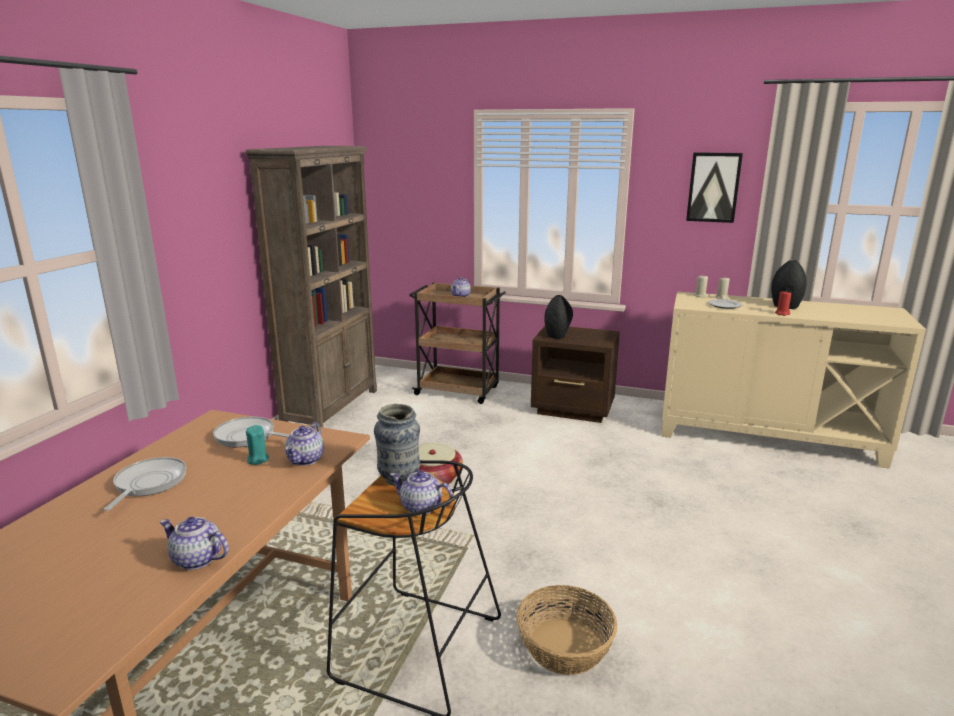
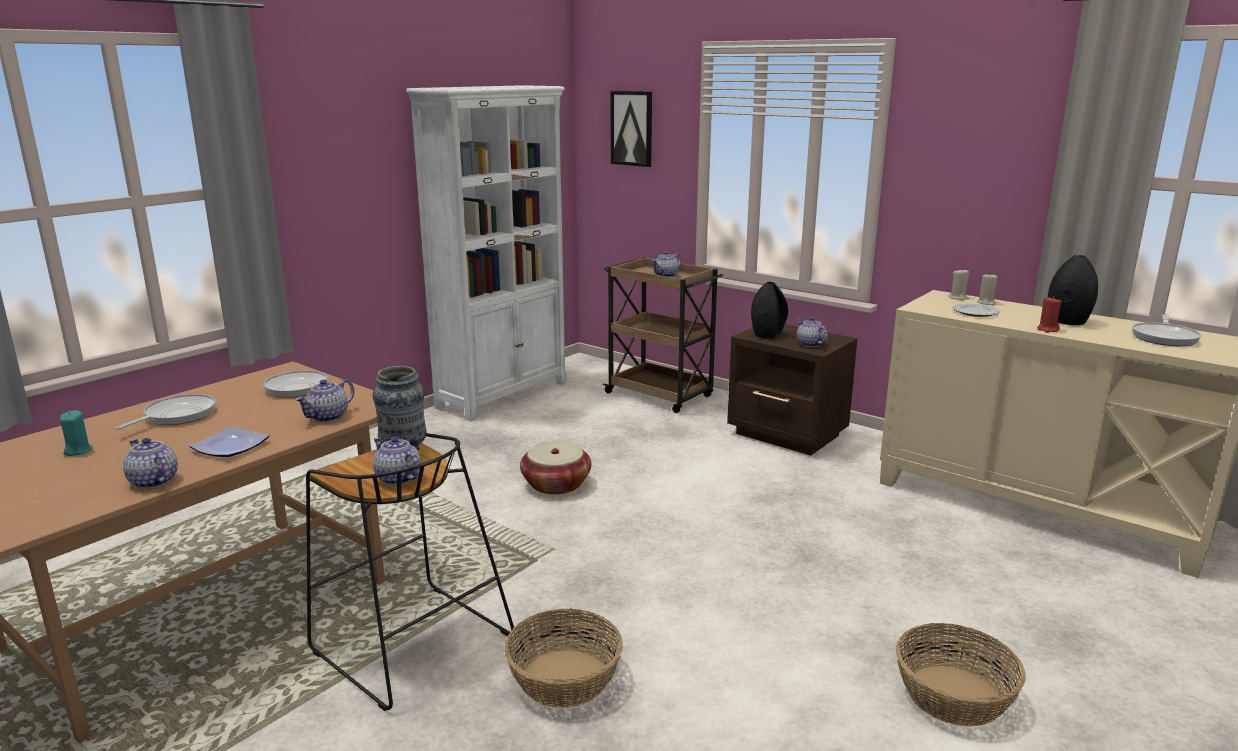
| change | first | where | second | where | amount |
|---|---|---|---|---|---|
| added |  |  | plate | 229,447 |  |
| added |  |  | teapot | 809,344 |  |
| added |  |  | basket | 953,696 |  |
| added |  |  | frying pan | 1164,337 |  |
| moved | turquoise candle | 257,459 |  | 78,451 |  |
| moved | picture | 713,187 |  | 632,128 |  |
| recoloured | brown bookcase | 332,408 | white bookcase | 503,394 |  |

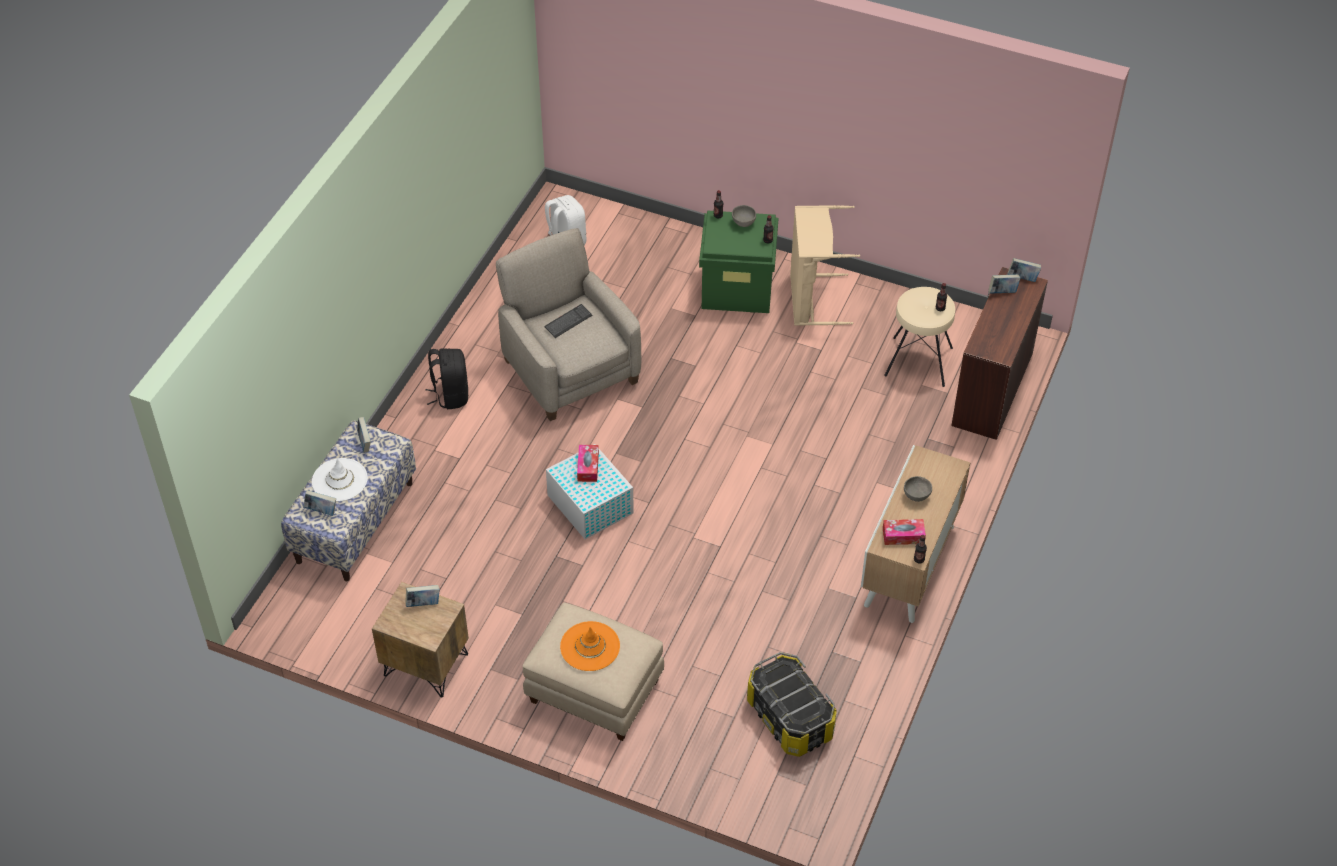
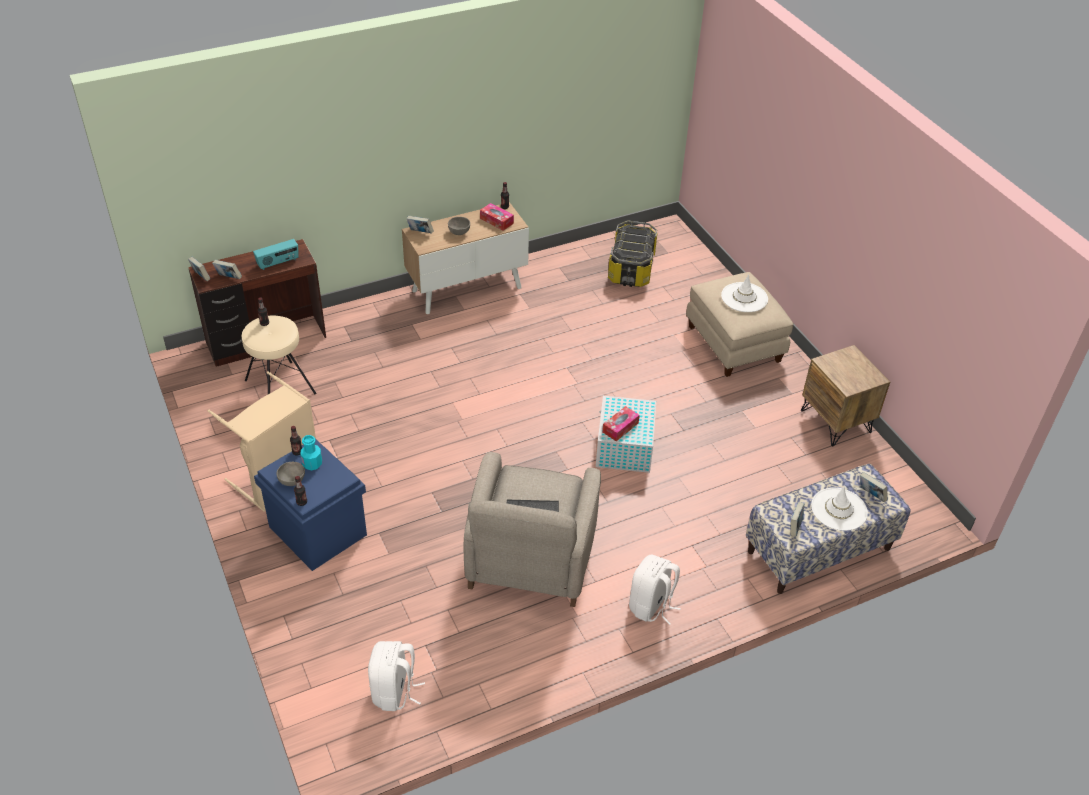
| change | first | where | second | where | amount |
|---|---|---|---|---|---|
| added |  |  | radio | 278,263 |  |
| added |  |  | turquoise bottle | 312,464 |  |
| moved | book | 423,603 |  | 420,232 |  |
| recoloured | black backpack | 450,395 | white backpack | 651,606 |  |
| recoloured | orange hat | 590,646 | white hat | 744,297 |  |
| recoloured | green storage box | 738,289 | blue storage box | 317,531 |  |

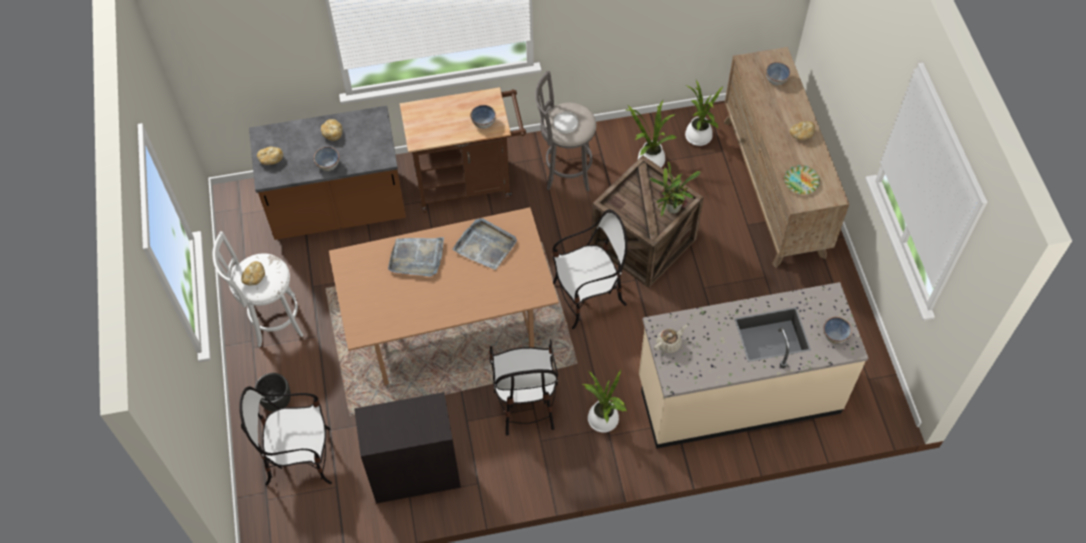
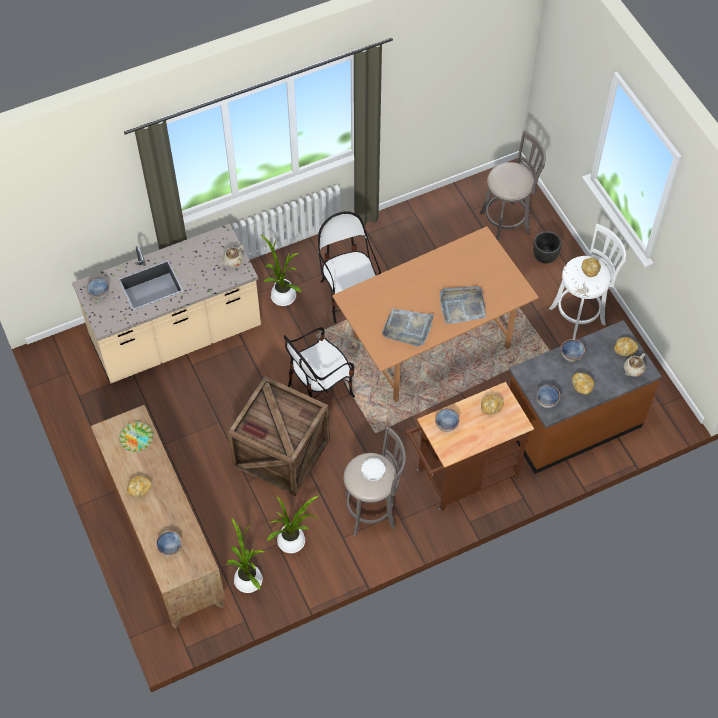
| change | first | where | second | where | amount |
|---|---|---|---|---|---|
| removed | black cabinet | 414,473 |  |  |  |
| removed | potted plant | 671,209 |  |  |  |
| added |  |  | bread | 491,407 |  |
| added |  |  | bowl | 546,401 |  |
| added |  |  | beige teapot | 633,369 |  |
| replaced | chair | 300,458 | grey stool | 507,222 |  |

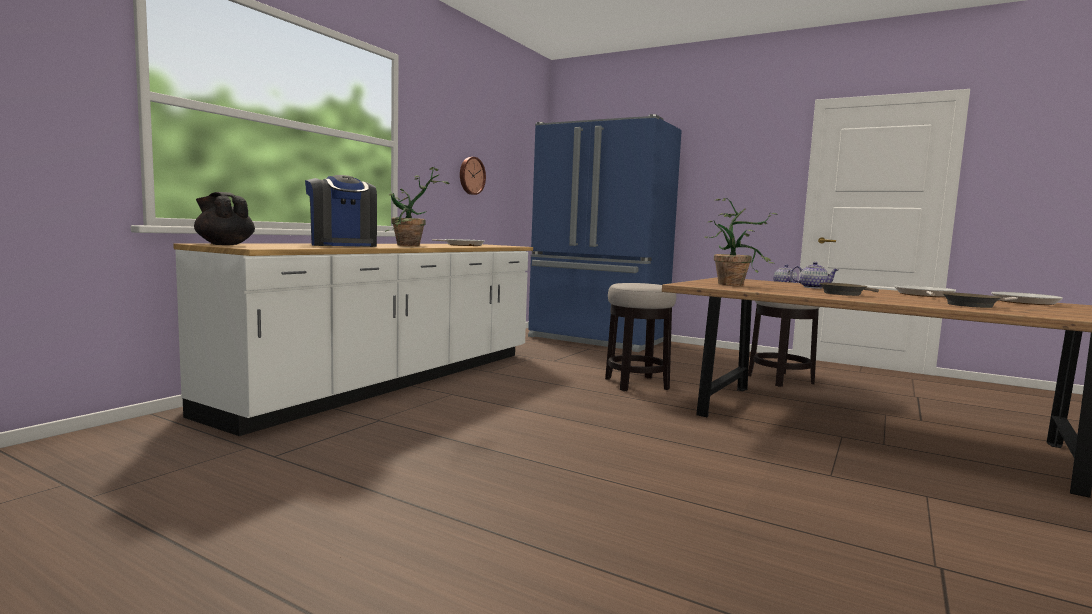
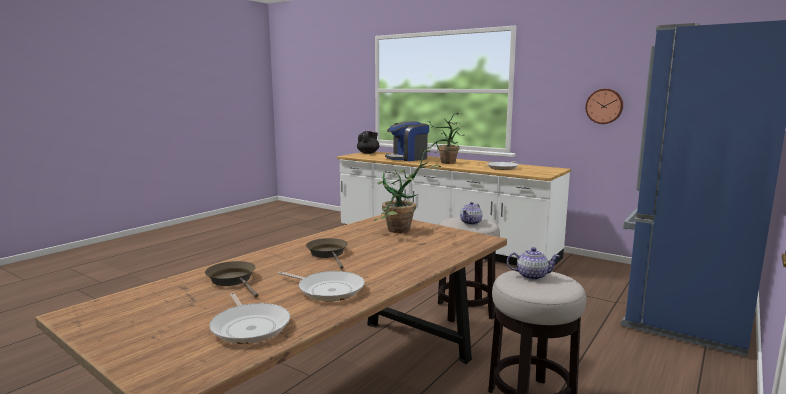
| change | first | where | second | where | amount |
|---|---|---|---|---|---|
| moved | teapot | 812,287 |  | 471,222 |  |

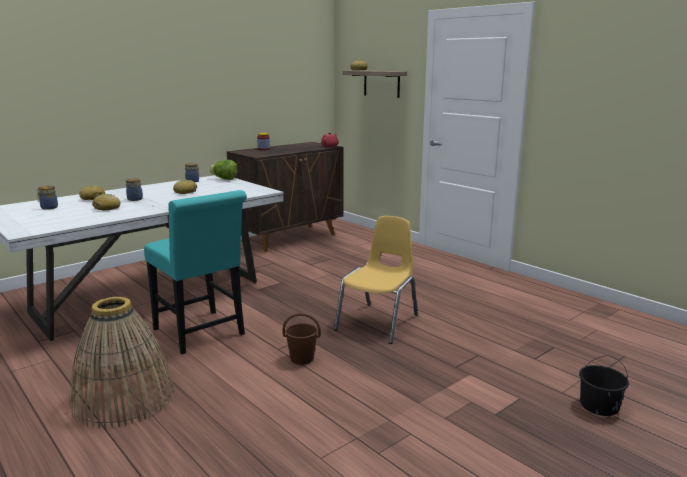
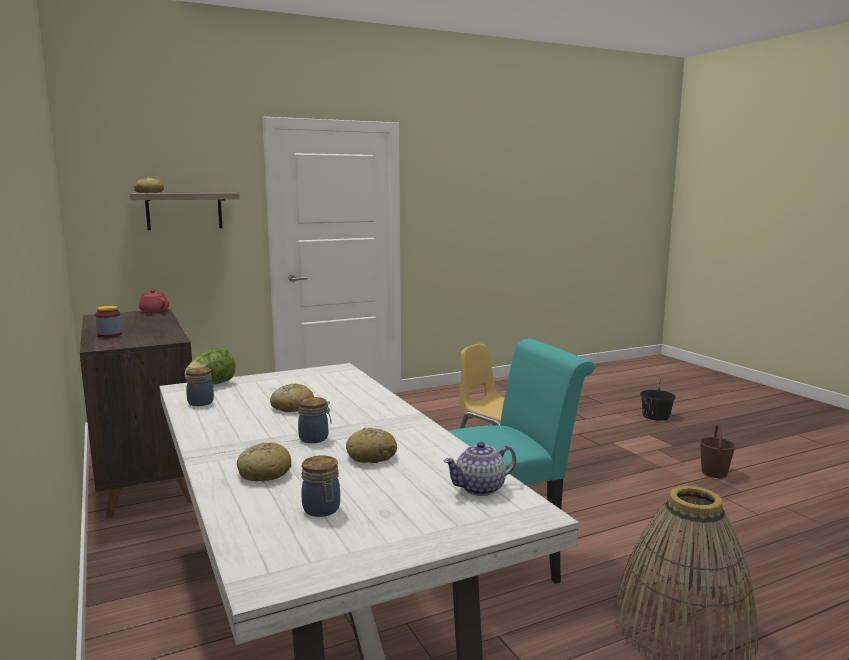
| change | first | where | second | where | amount |
|---|---|---|---|---|---|
| added |  |  | teapot | 481,488 |  |
| moved | brown bucket | 302,358 |  | 714,473 |  |

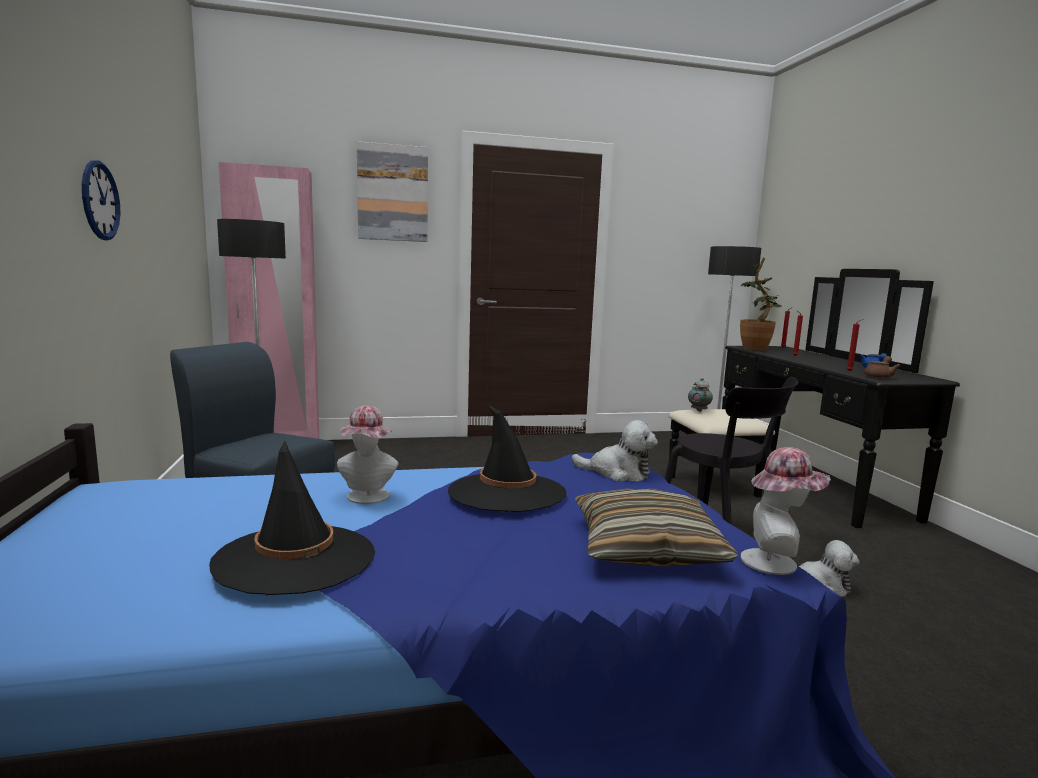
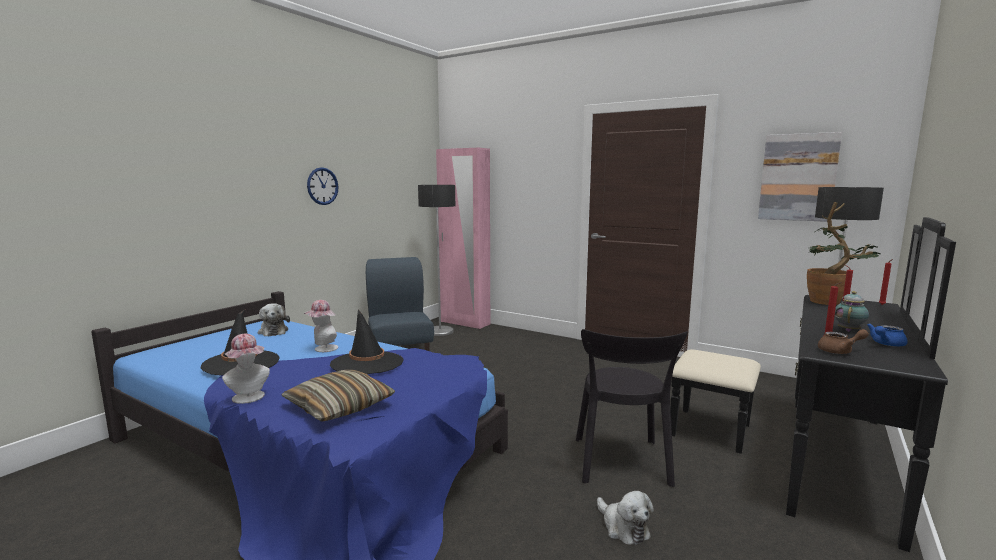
| change | first | where | second | where | amount |
|---|---|---|---|---|---|
| moved | picture | 392,193 |  | 798,177 |  |
| moved | plush toy | 617,473 |  | 273,331 |  |
| moved | teapot | 698,410 |  | 849,330 |  |
| moved | hat | 776,562 |  | 249,398 |  |

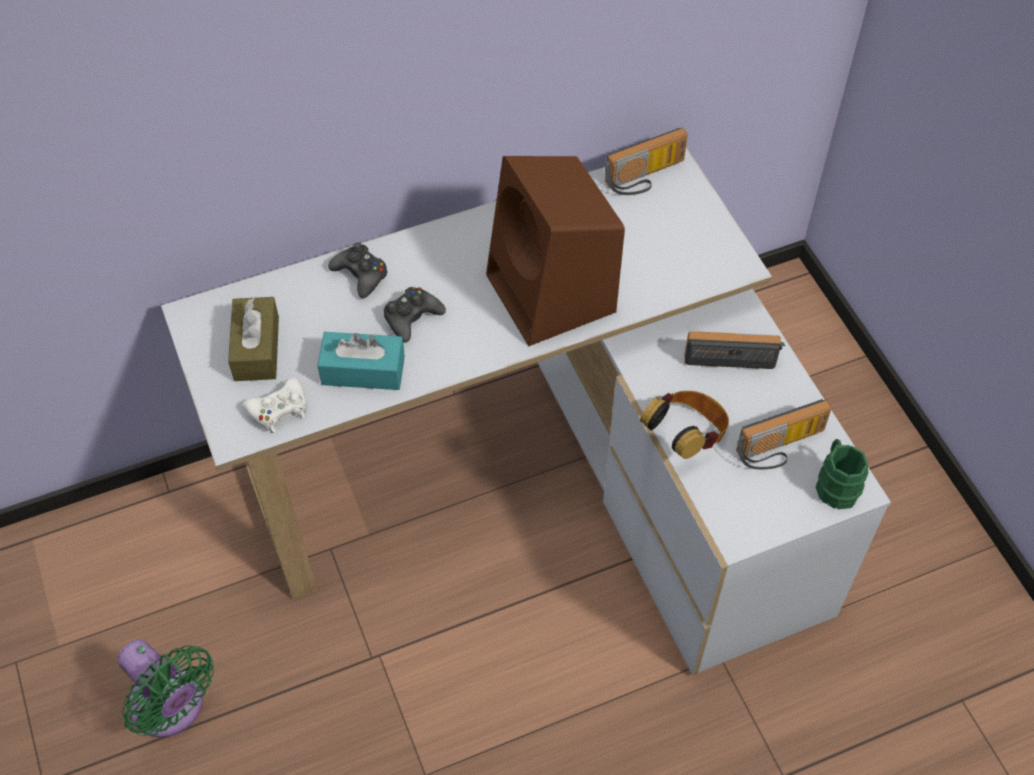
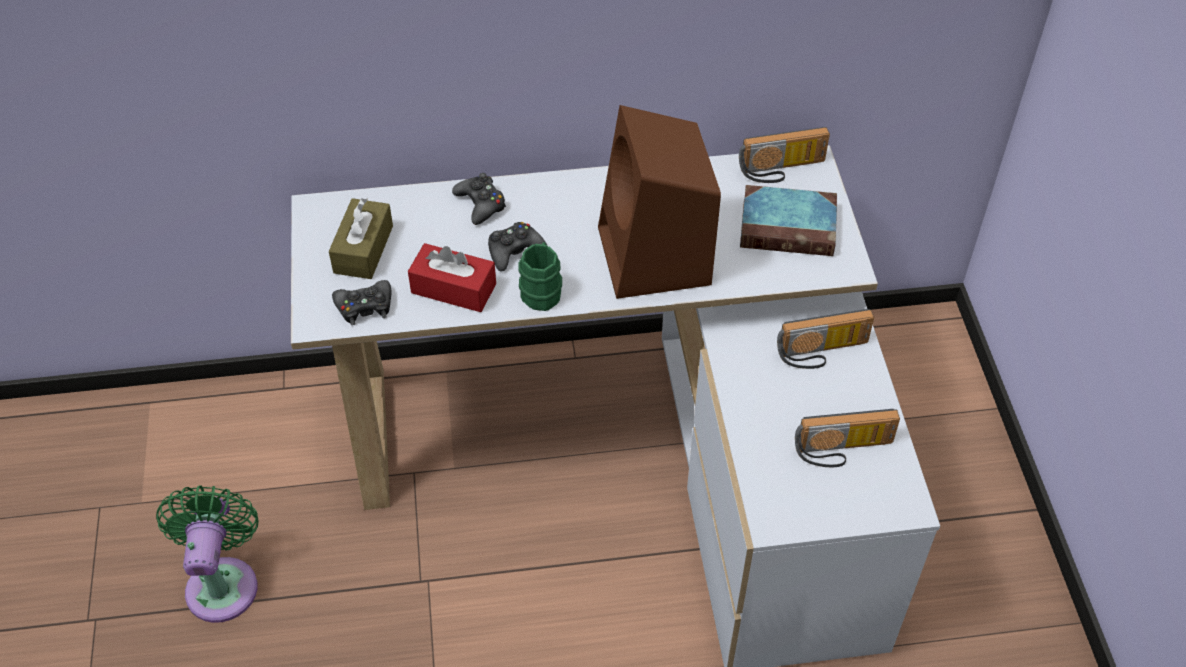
| change | first | where | second | where | amount |
|---|---|---|---|---|---|
| removed | headphones | 686,436 |  |  |  |
| added |  |  | book | 790,227 |  |
| moved | green mug | 835,484 |  | 542,289 |  |
| recoloured | white game controller | 279,410 | black game controller | 365,307 |  |
| recoloured | turquoise tissue box | 363,370 | red tissue box | 453,288 |  |
| turned | green fan | 172,708 |  | 223,582 | 150 degrees counterclockwise |
| turned | radio | 732,354 |  | 822,353 | 150 degrees clockwise |

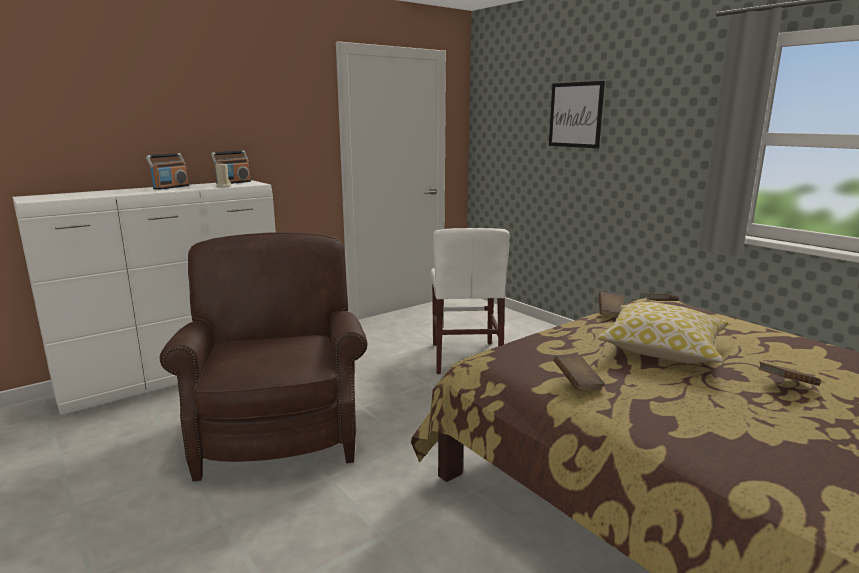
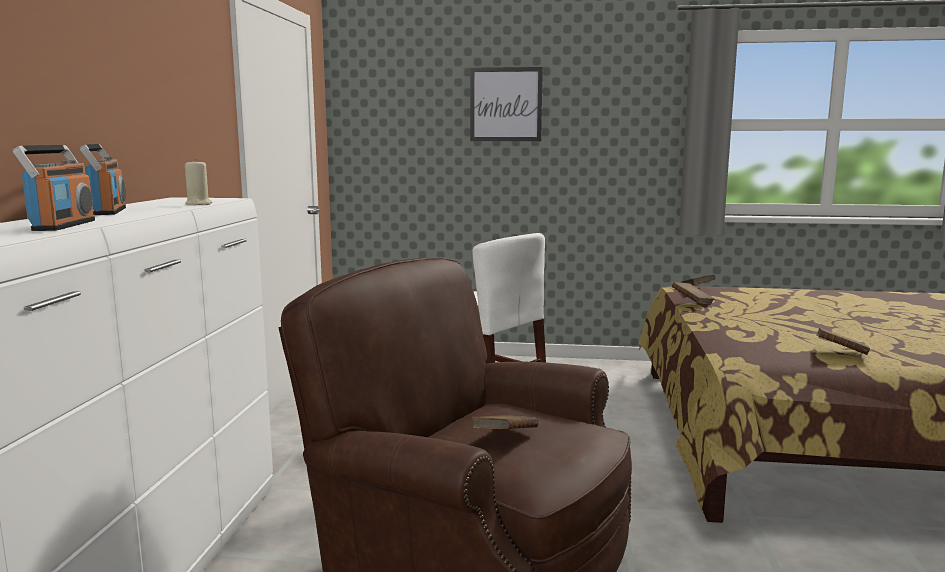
| change | first | where | second | where | amount |
|---|---|---|---|---|---|
| removed | pillow | 662,349 |  |  |  |
| moved | radio | 233,182 |  | 63,225 |  |
| moved | brown book | 786,385 |  | 504,438 |  |

